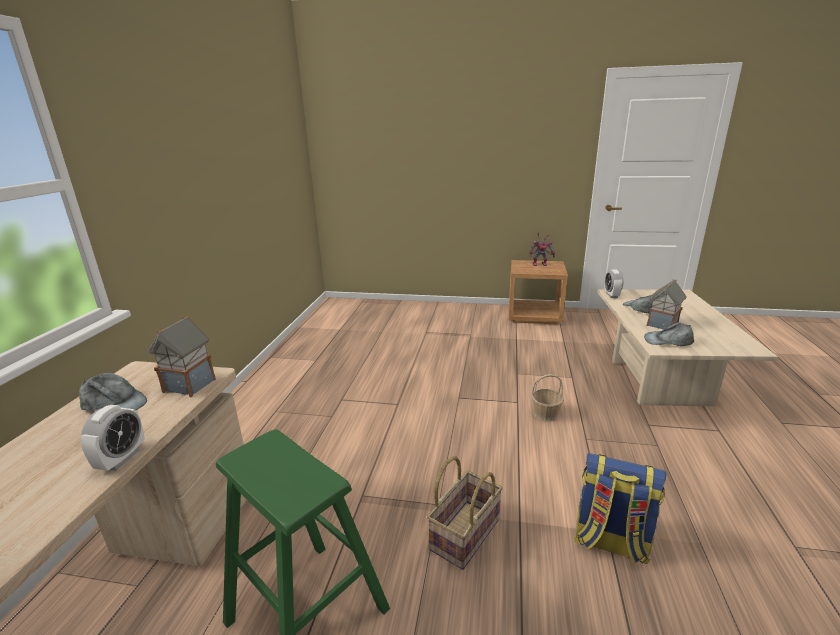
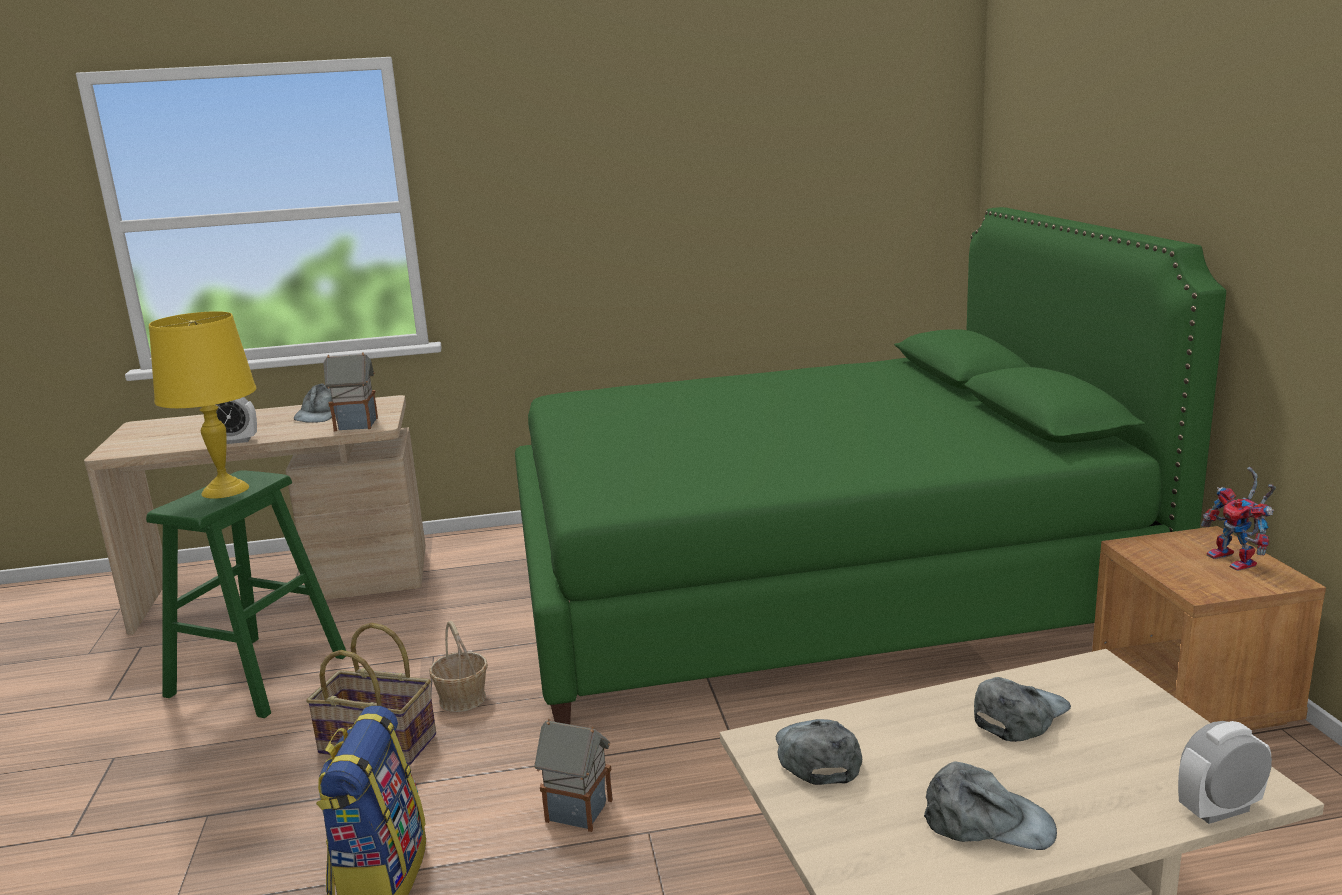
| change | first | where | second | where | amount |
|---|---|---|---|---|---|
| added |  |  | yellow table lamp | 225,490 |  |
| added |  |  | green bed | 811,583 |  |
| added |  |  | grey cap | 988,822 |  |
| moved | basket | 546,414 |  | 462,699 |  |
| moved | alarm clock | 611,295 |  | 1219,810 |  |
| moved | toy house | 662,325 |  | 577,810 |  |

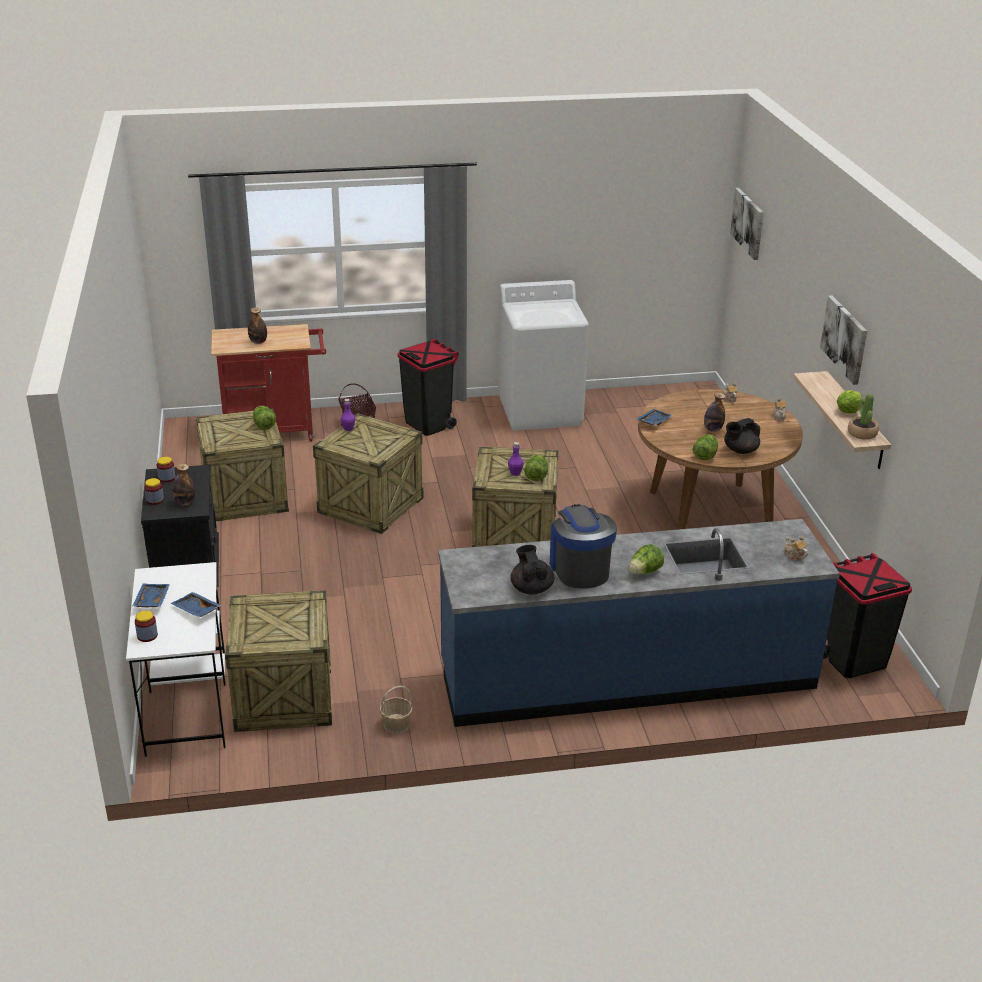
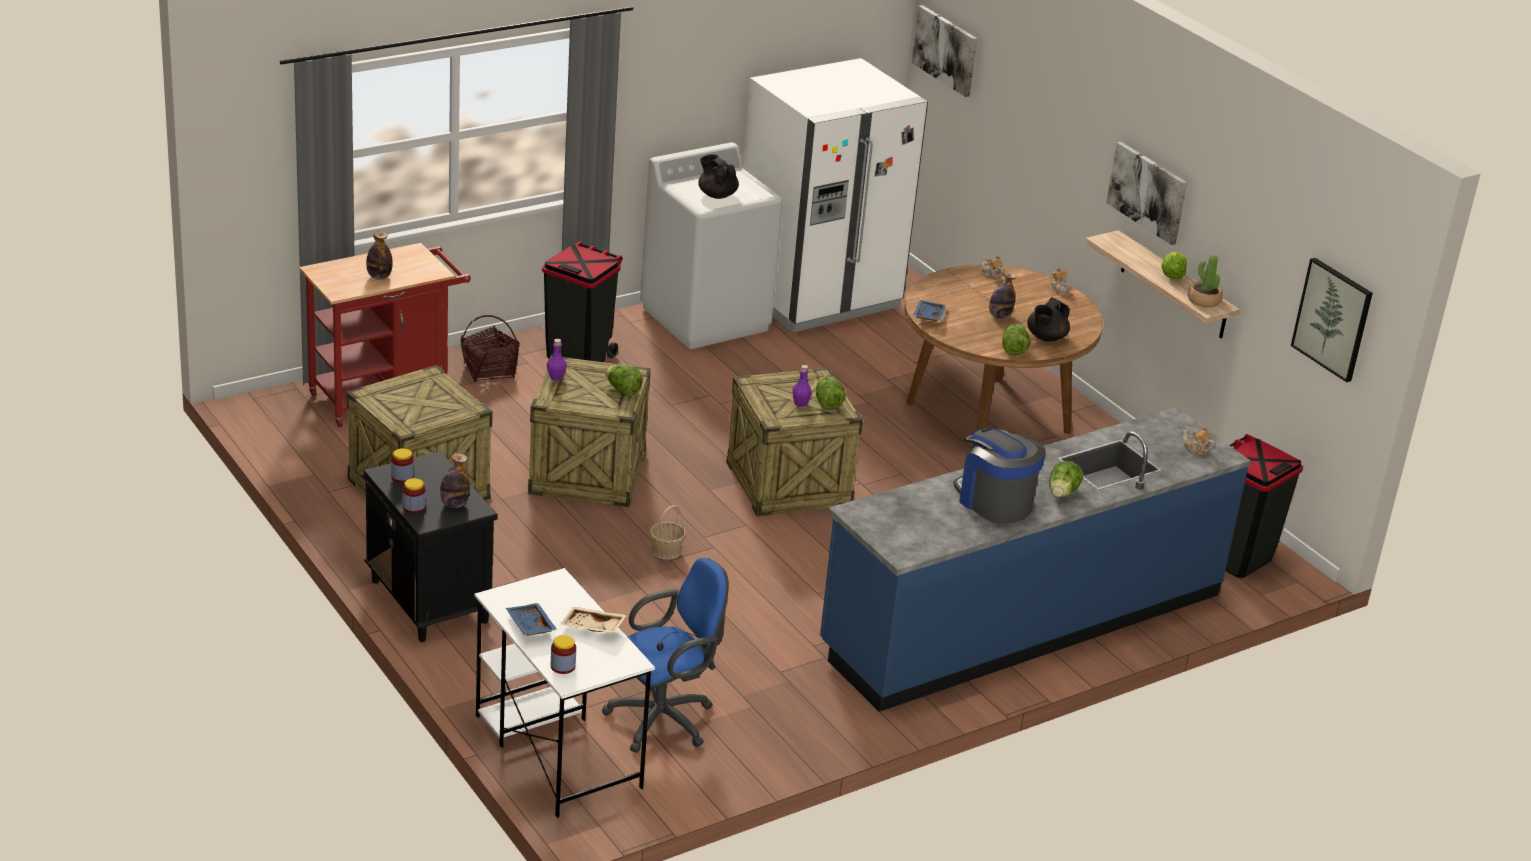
| change | first | where | second | where | amount |
|---|---|---|---|---|---|
| added |  |  | white fridge | 817,297 |  |
| added |  |  | picture | 1333,319 |  |
| moved | lettuce | 263,425 |  | 622,390 |  |
| moved | basket | 396,724 |  | 666,551 |  |
| moved | black teapot | 531,588 |  | 717,195 |  |
| replaced | crate | 285,697 | blue office chair | 666,719 |  |
| recoloured | blue tray | 195,610 | beige tray | 592,627 |  |

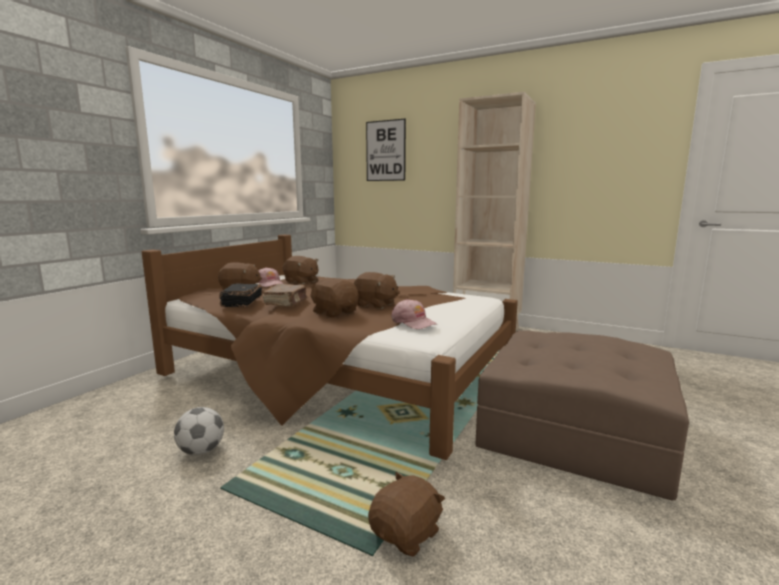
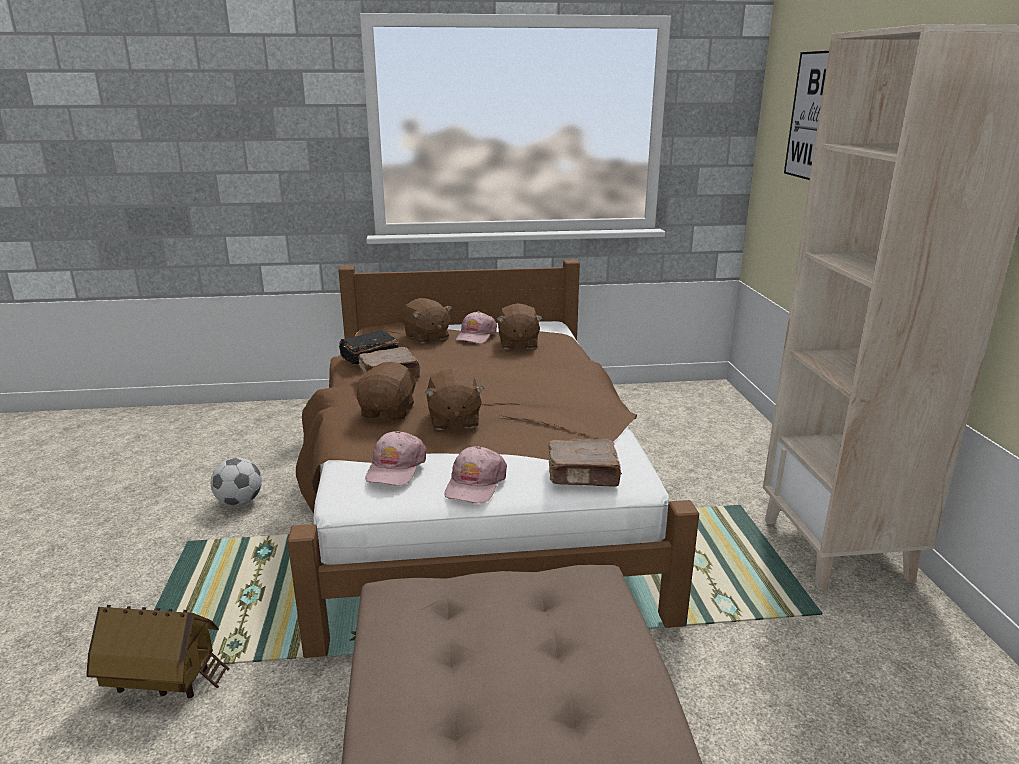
| change | first | where | second | where | amount |
|---|---|---|---|---|---|
| added |  |  | pink cap | 475,484 |  |
| added |  |  | brown book | 584,475 |  |
| replaced | brown plush toy | 406,534 | toy house | 164,682 |  |

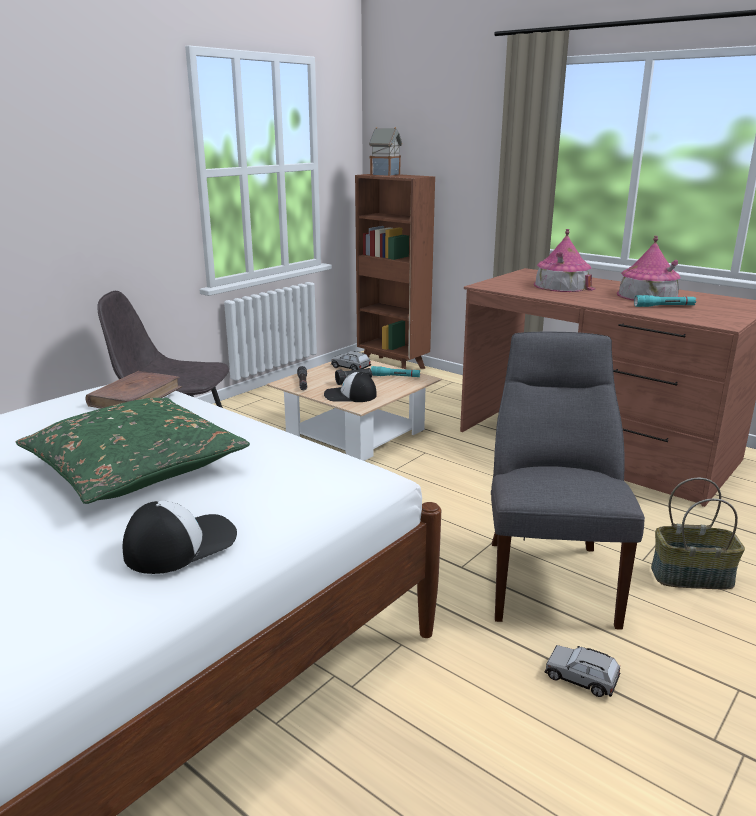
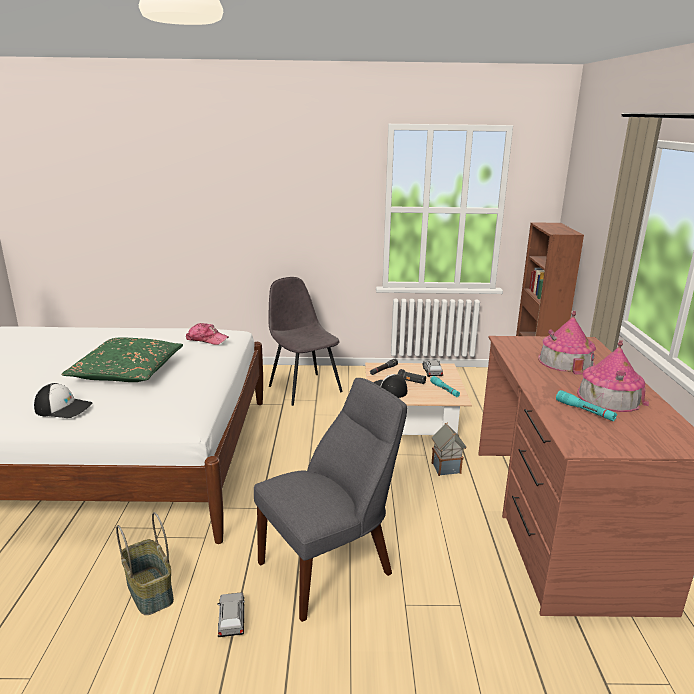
| change | first | where | second | where | amount |
|---|---|---|---|---|---|
| moved | toy house | 386,174 |  | 446,468 |  |
| moved | basket | 692,576 |  | 151,591 |  |
| replaced | brown book | 136,396 | cap | 207,339 |  |

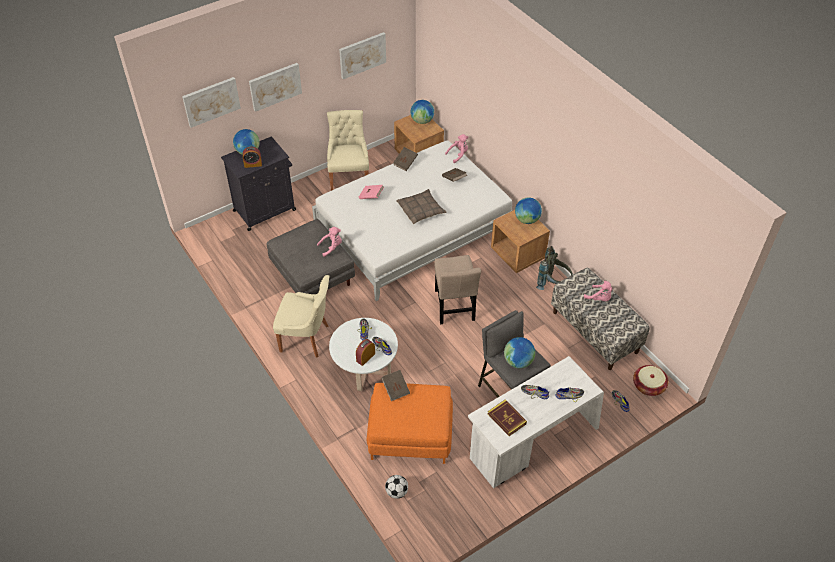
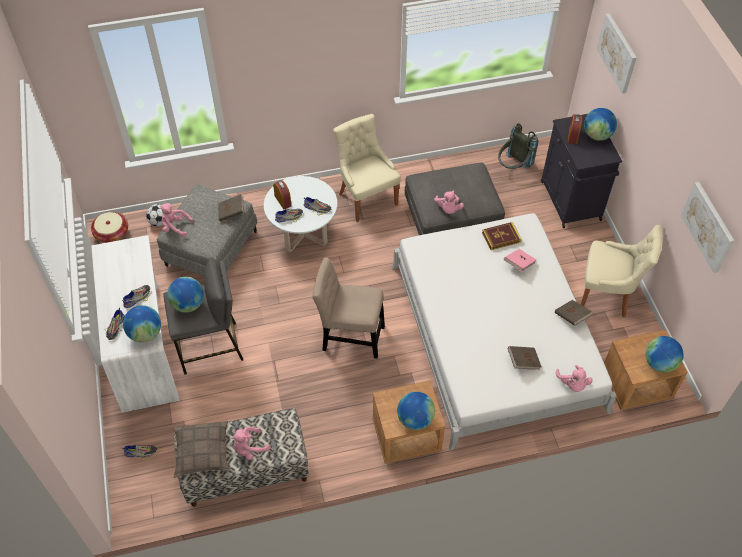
| change | first | where | second | where | amount |
|---|---|---|---|---|---|
| removed | picture | 275,86 |  |  |  |
| added |  |  | globe | 145,333 |  |
| added |  |  | pink plush toy | 175,227 |  |
| moved | pillow | 421,210 |  | 202,452 |  |
| moved | book | 506,419 |  | 501,237 |  |
| moved | grey backpack | 553,284 |  | 513,167 |  |
| moved | basket | 648,386 |  | 112,234 |  |
| recoloured | orange ottoman | 409,435 | grey ottoman | 211,248 |  |
| turned | beige chair | 306,338 |  | 366,198 | 120 degrees clockwise |

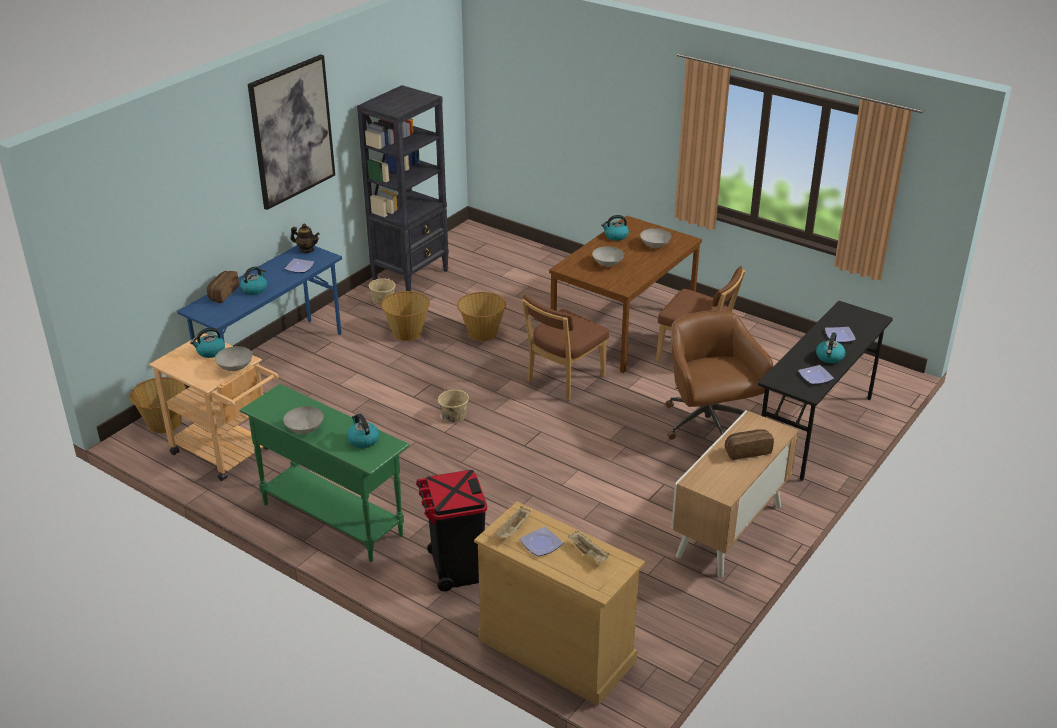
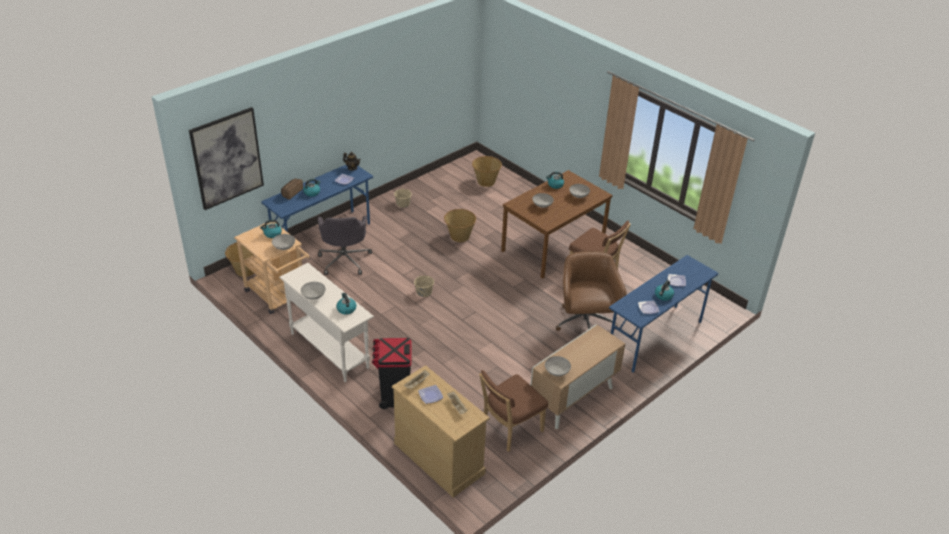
| change | first | where | second | where | amount |
|---|---|---|---|---|---|
| removed | black bookcase | 411,276 |  |  |  |
| removed | bread | 747,451 |  |  |  |
| added |  |  | grey office chair | 344,260 |  |
| added |  |  | grey bowl | 556,372 |  |
| moved | picture | 292,131 |  | 227,158 |  |
| moved | basket | 407,332 |  | 486,181 |  |
| moved | brown chair | 563,380 |  | 509,430 |  |
| recoloured | green console table | 332,519 | white console table | 329,350 |  |
| recoloured | black desk | 815,430 | blue desk | 655,338 |  |

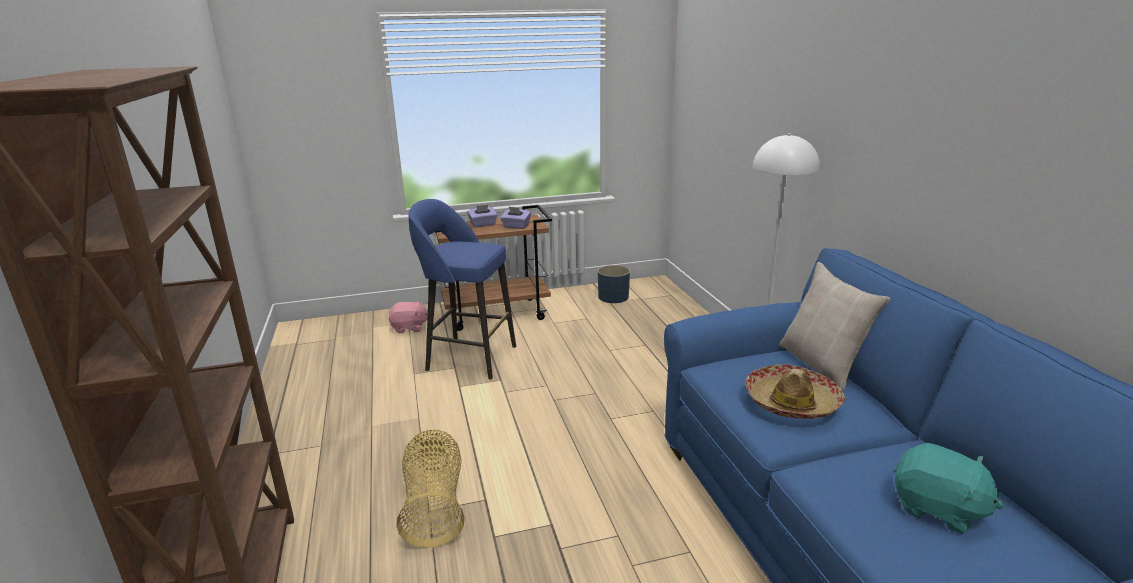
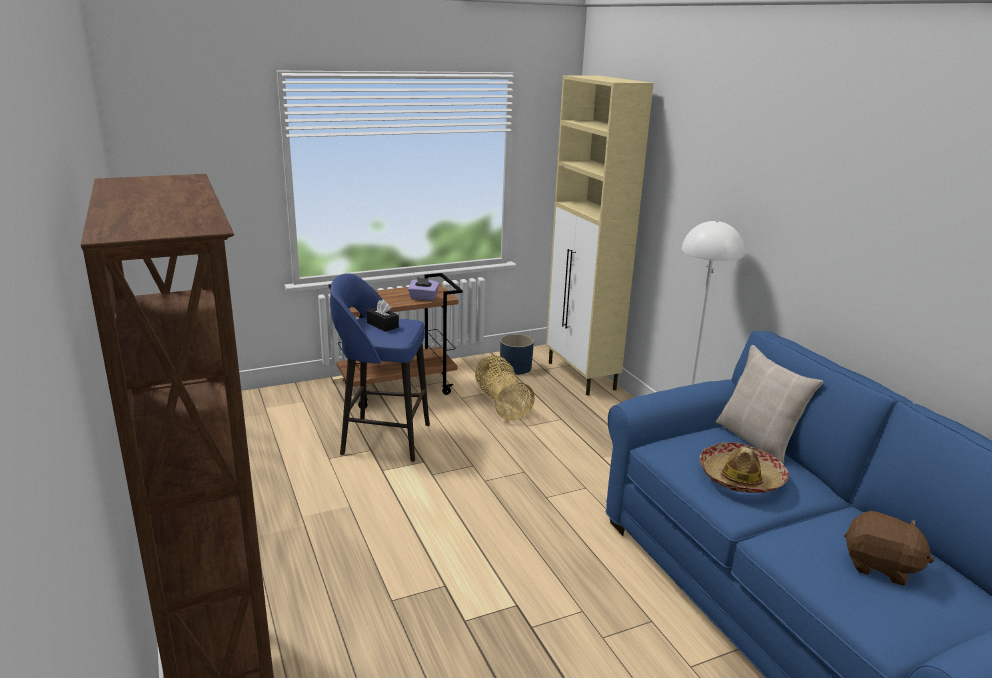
| change | first | where | second | where | amount |
|---|---|---|---|---|---|
| removed | pink plush toy | 409,328 |  |  |  |
| removed | purple tissue box | 483,224 |  |  |  |
| added |  |  | black tissue box | 382,325 |  |
| added |  |  | beige cabinet | 581,376 |  |
| moved | basket | 434,506 |  | 501,402 |  |
| recoloured | turquoise plush toy | 937,509 | brown plush toy | 880,566 |  |

